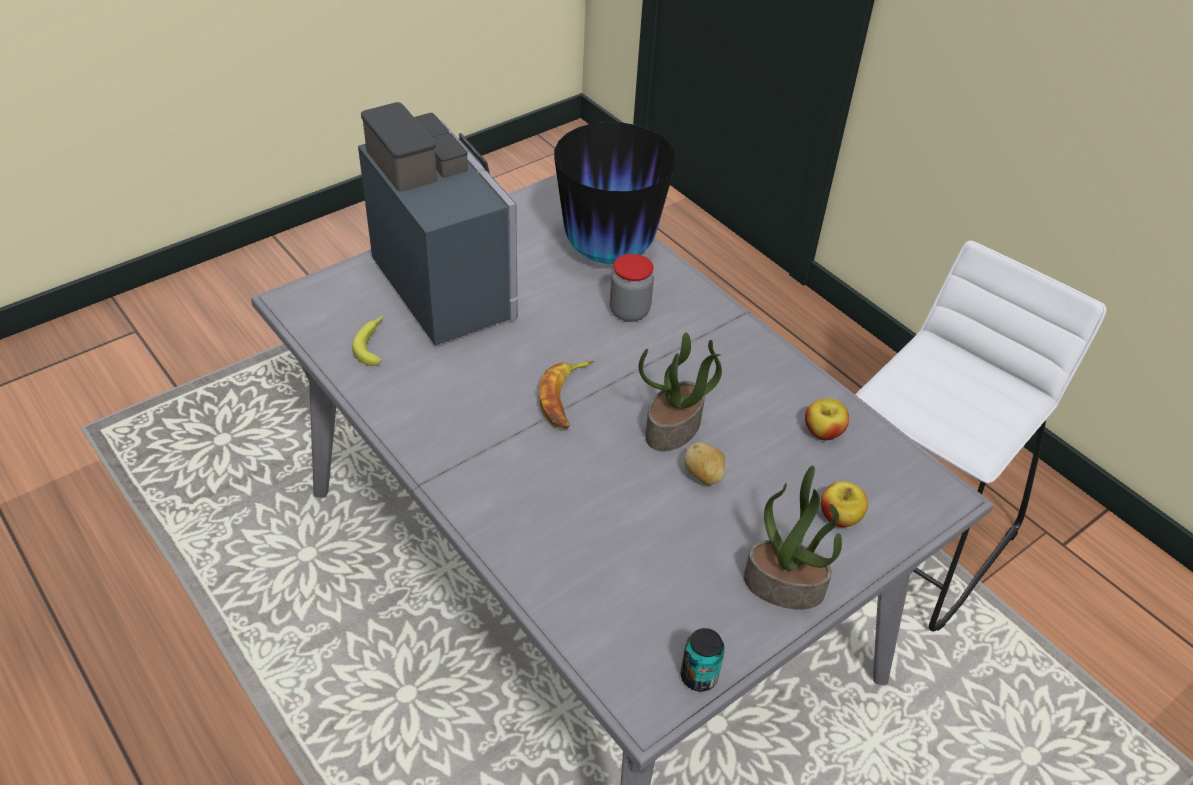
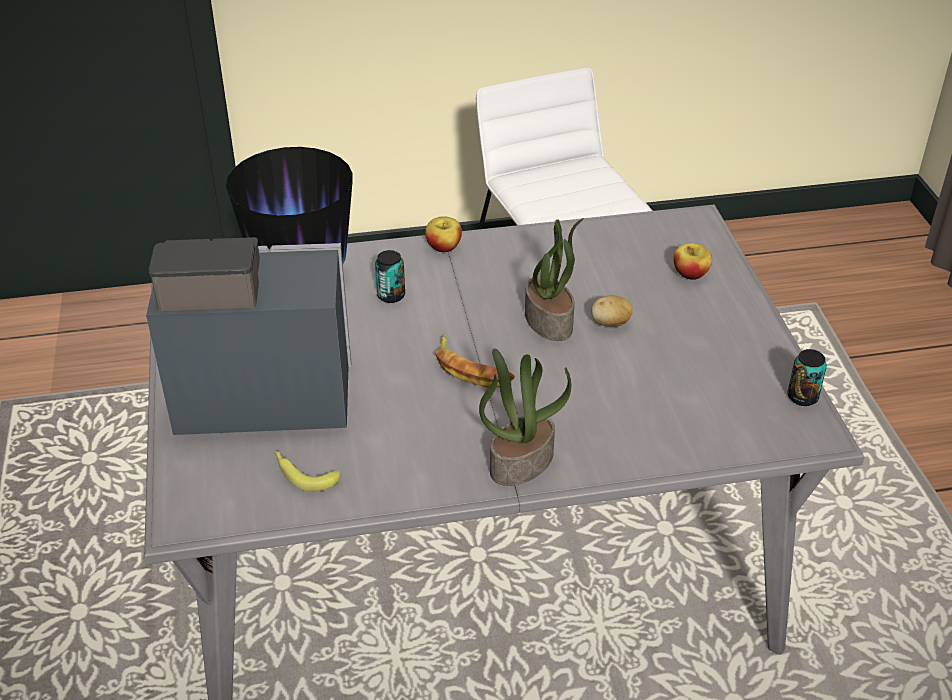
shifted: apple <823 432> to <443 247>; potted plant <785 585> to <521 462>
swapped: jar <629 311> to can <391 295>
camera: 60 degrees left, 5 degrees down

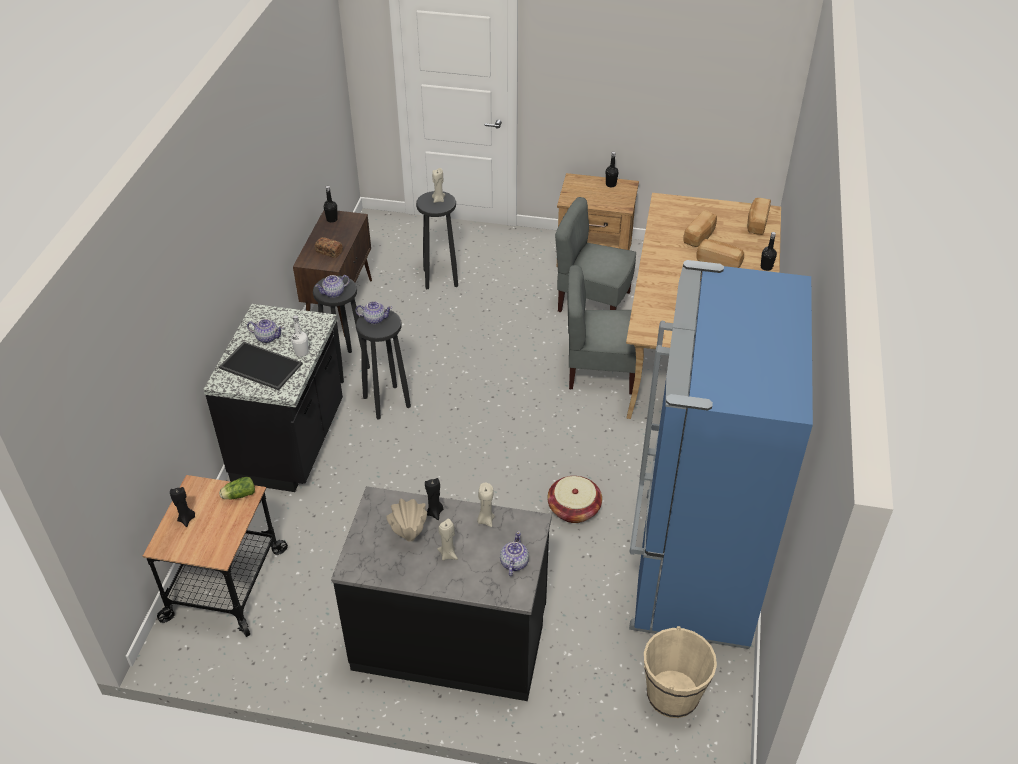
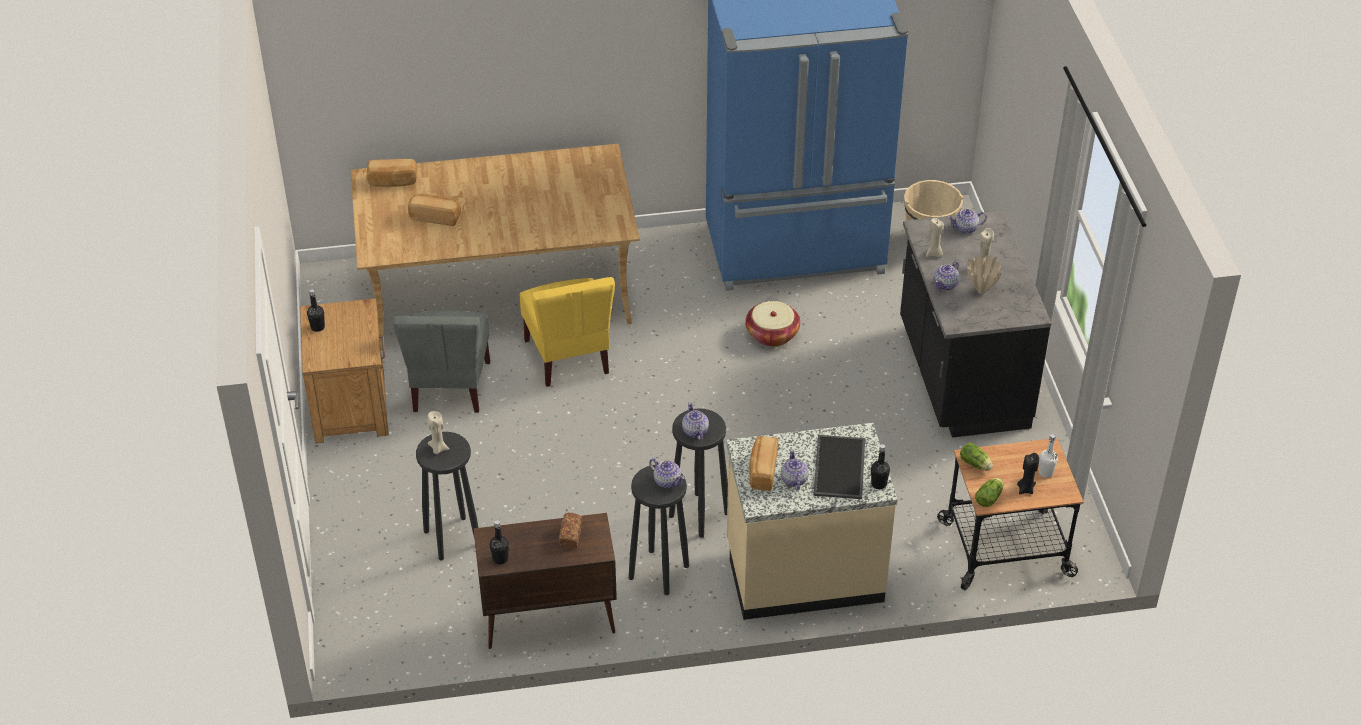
new: lettuce <989 497>
shifted: black bottle <766 267> to <879 484>; bread <719 262> to <762 471>; white bottle <301 352> to <1046 472>
swapped: black candle <435 512> to teapot <946 284>
repainted: grey chair <600 371> to yellow chair <568 357>; black counter <291 444> to beige counter <804 572>
camera: 110 degrees left, 0 degrees up

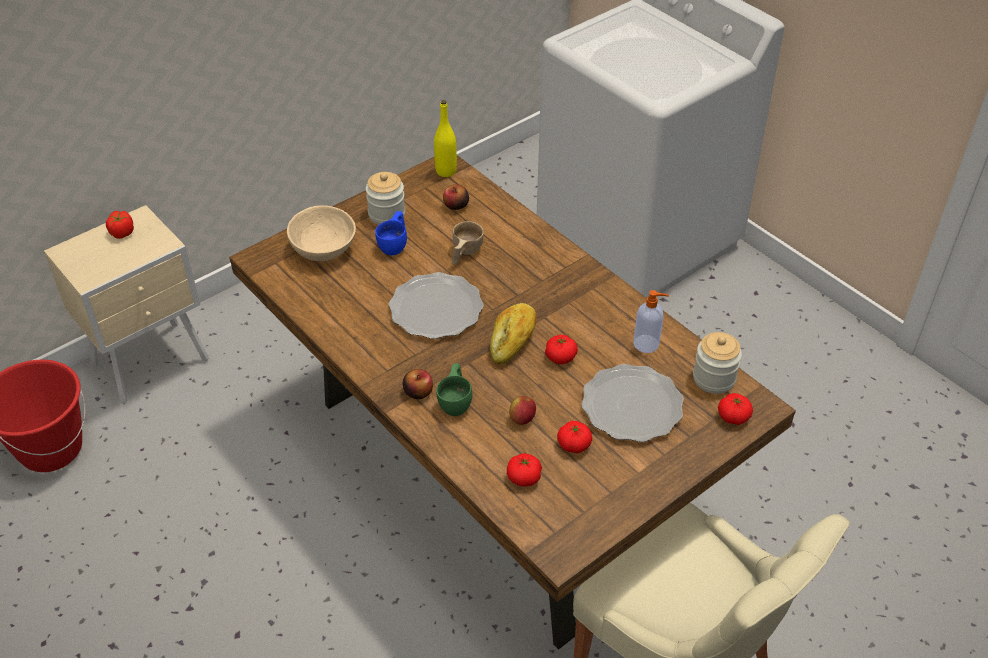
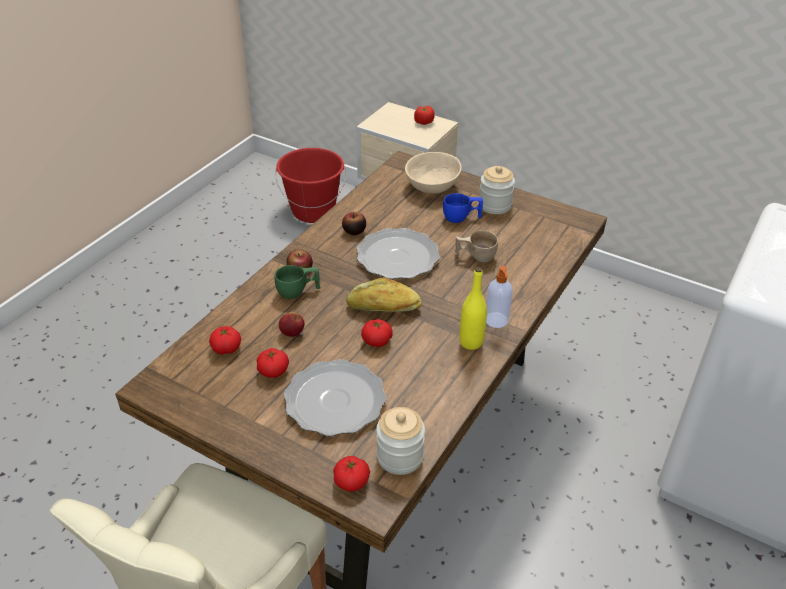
shifted: yellow bottle <446 171> to <471 342>; apple <456 205> to <354 231>; soap dispenser <647 344> to <496 321>
camera: 70 degrees right, 5 degrees down

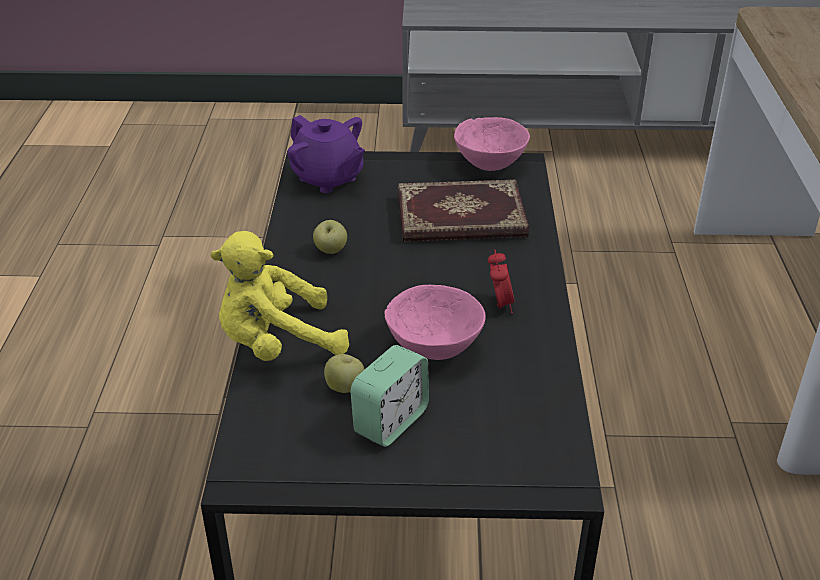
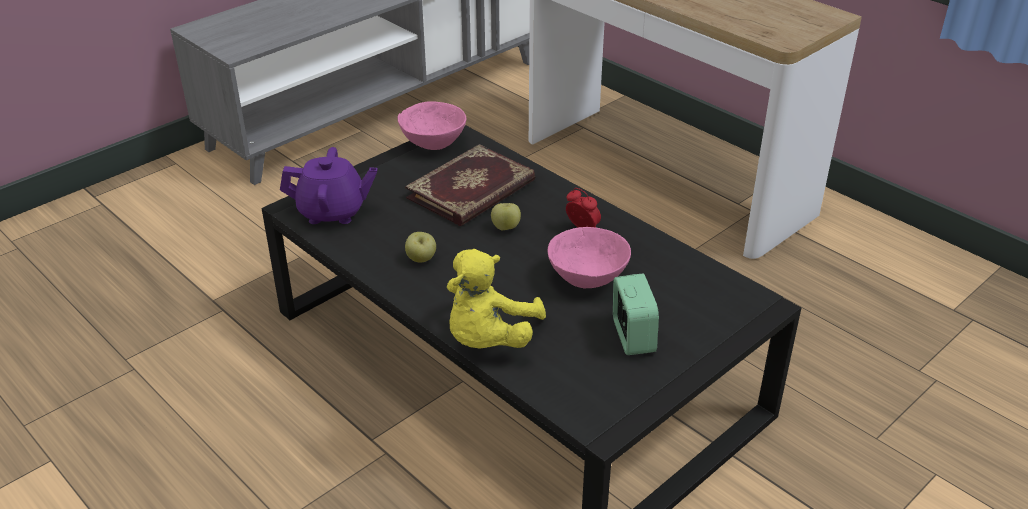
shifted: apple <345 388> to <505 228>
camera: 45 degrees left, 0 degrees up

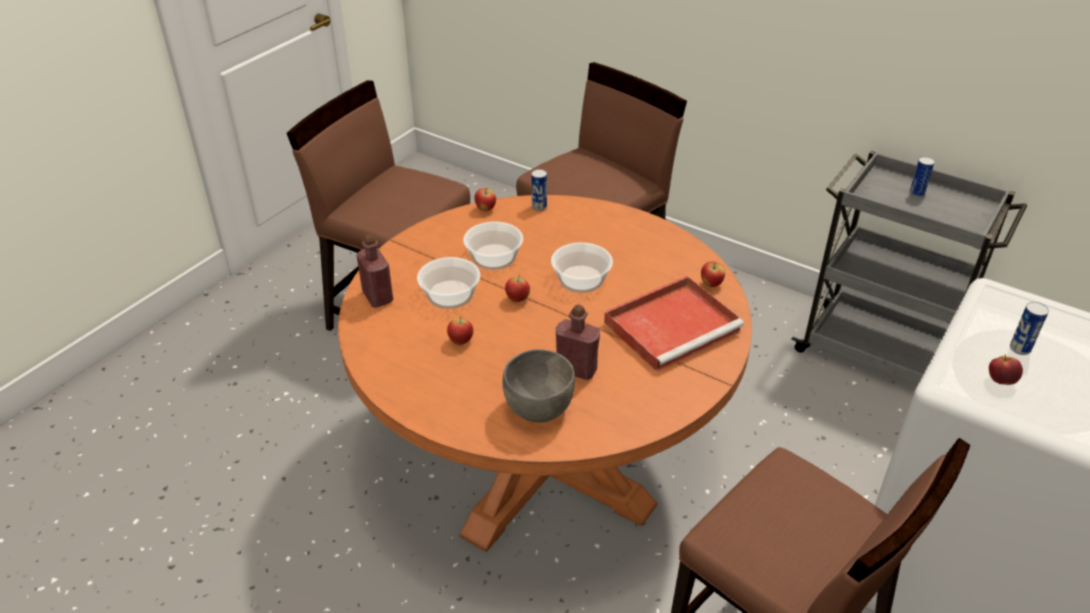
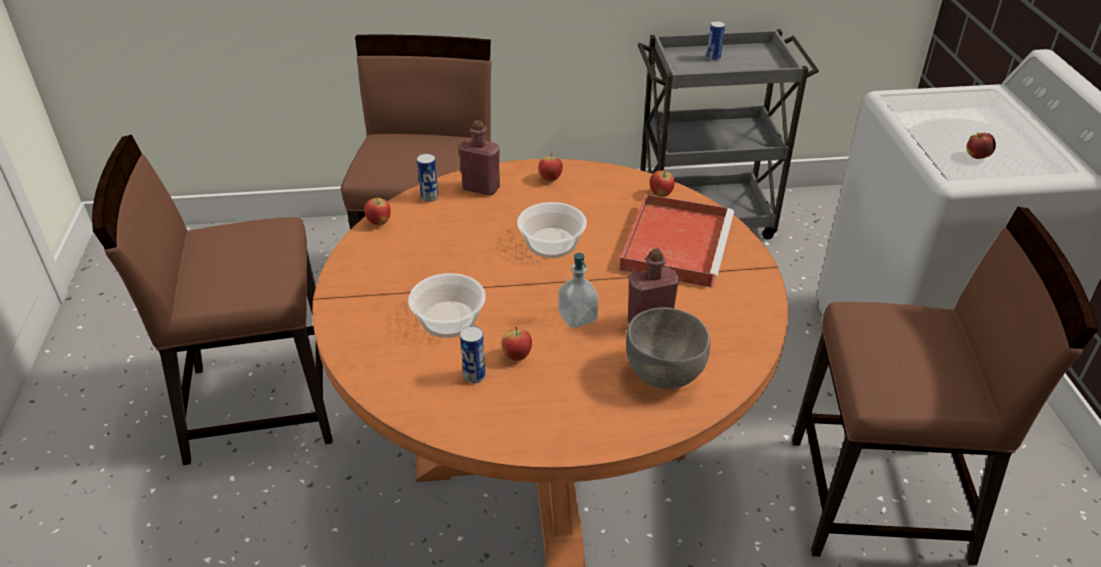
gone: bowl <493 257>
new: soap dispenser <577 317>
shifted: red bottle <377 297> to <481 188>; apple <517 299> to <550 179>; can <1020 349> to <474 376>
camera: 40 degrees left, 0 degrees up

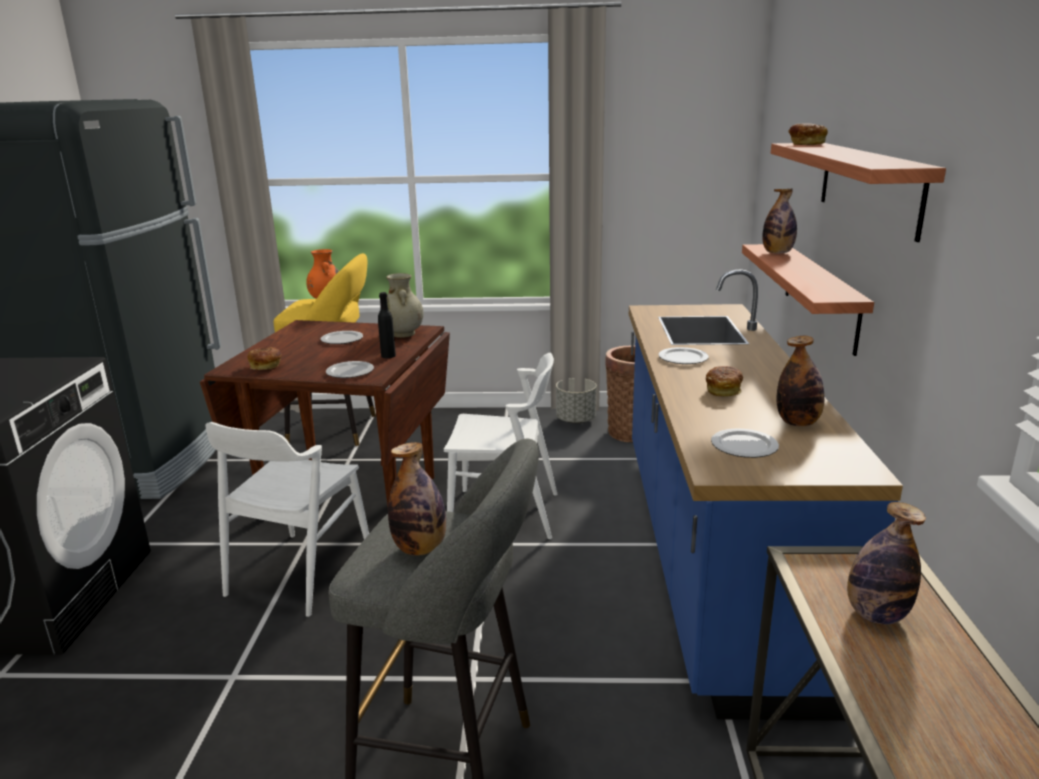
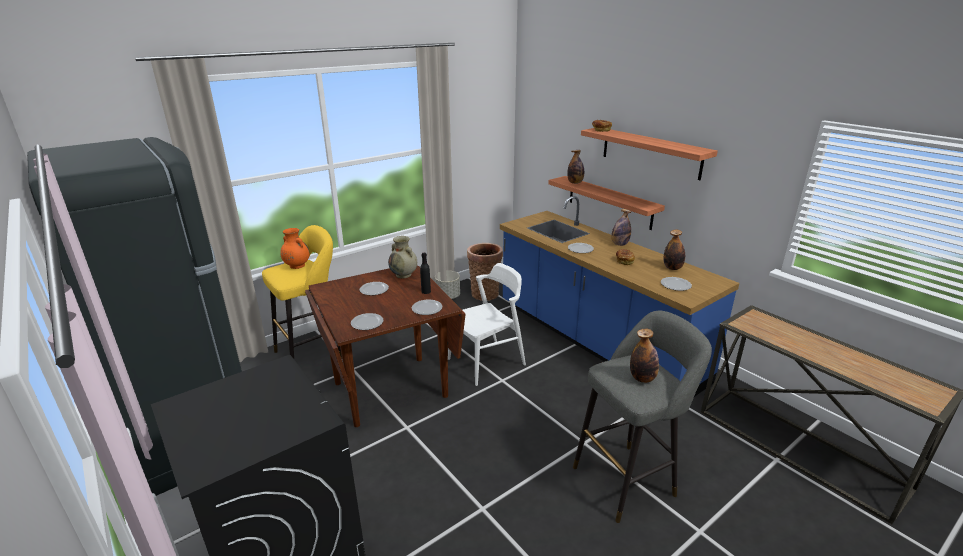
gone: white chair <299 572>
shifted: bottle <876 615> to <619 244>
swapped: bread <266 366> to plate <367 323>
camera: 40 degrees left, 5 degrees up

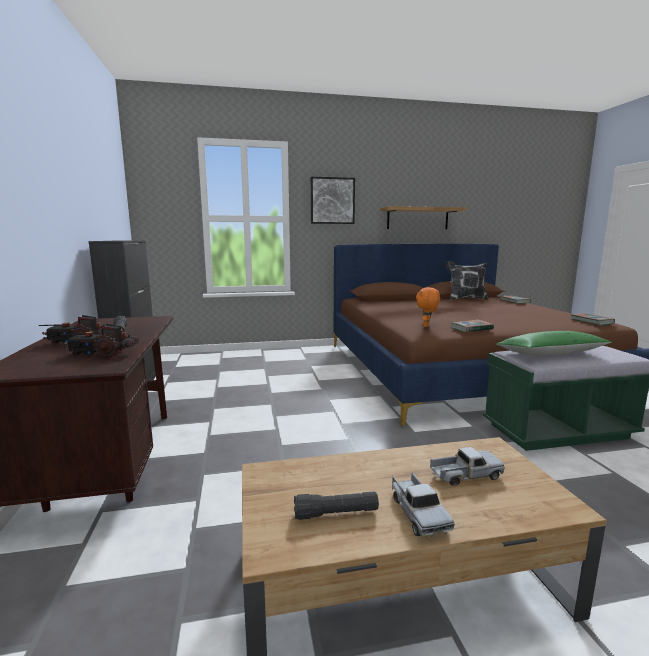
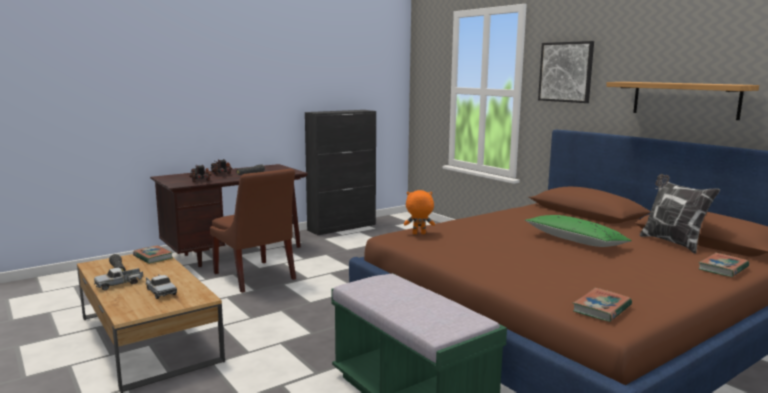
new: brown chair <255 277>
shifted: book <471 328> to <153 257>; green pillow <550 354> to <575 241>
camera: 65 degrees right, 0 degrees up

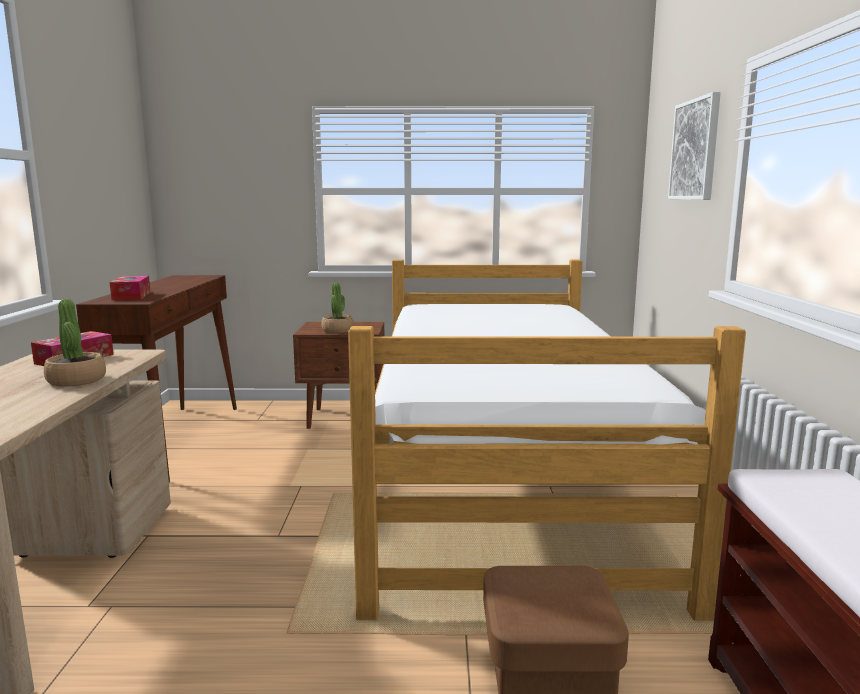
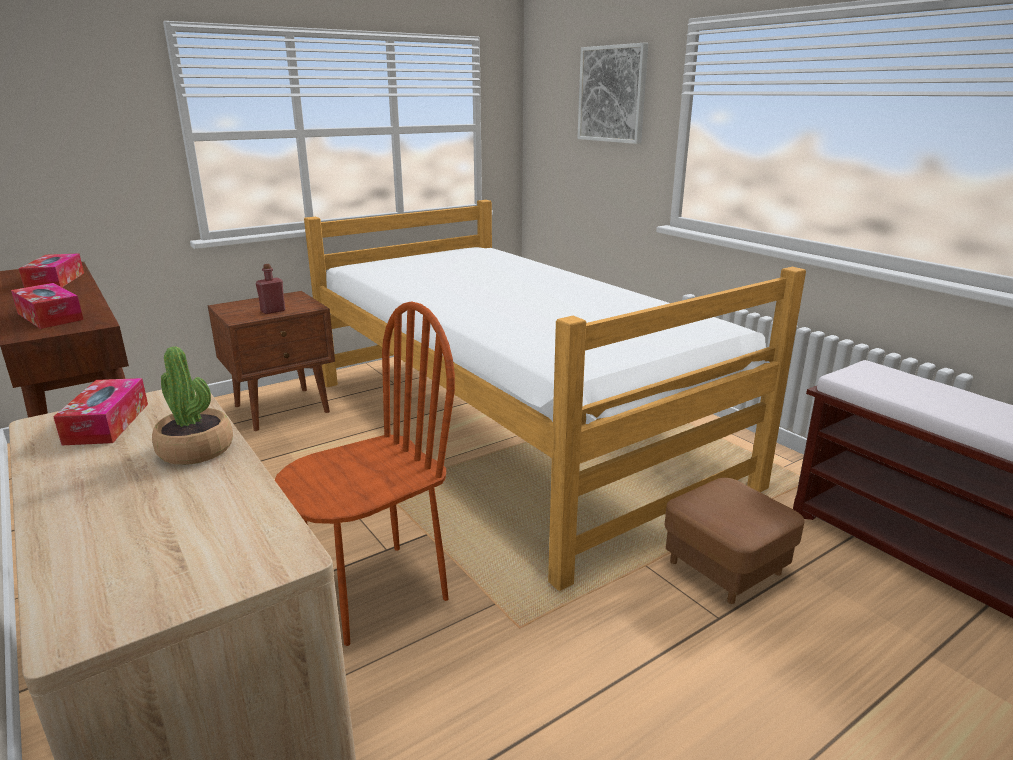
new: tissue box <55 281>; brown chair <375 592>
swapped: potted plant <337 330> to red bottle <273 311>
camera: 35 degrees left, 10 degrees up

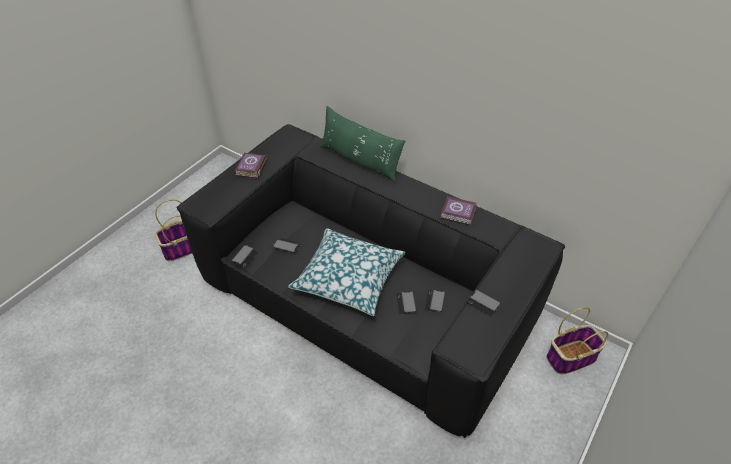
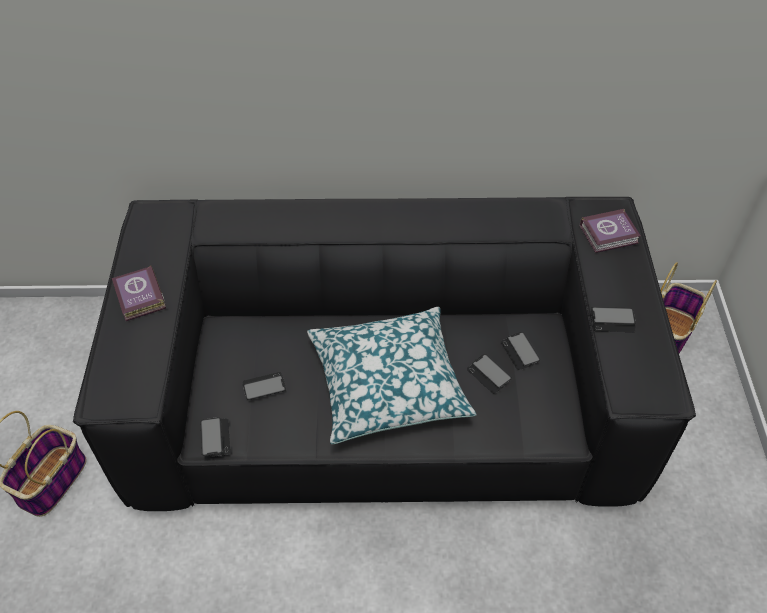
gone: green pillow <359 160>
shifted: book <459 214> to <610 235>
camera: 35 degrees left, 5 degrees up

